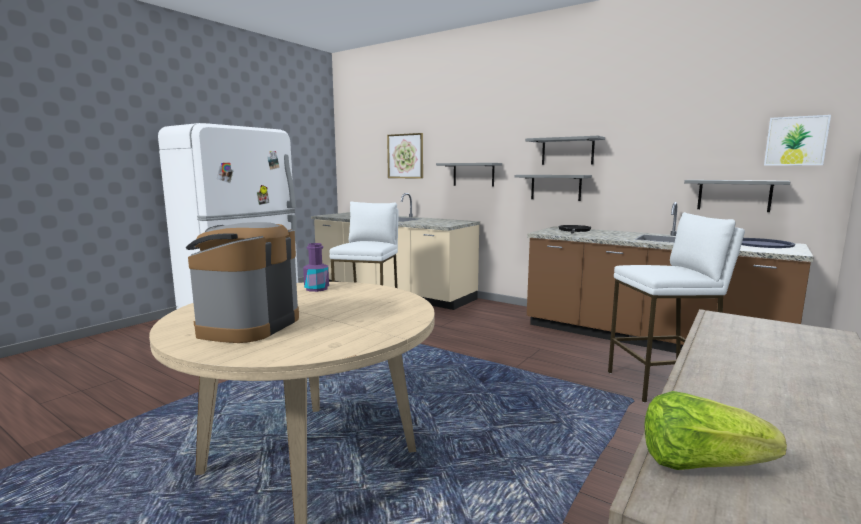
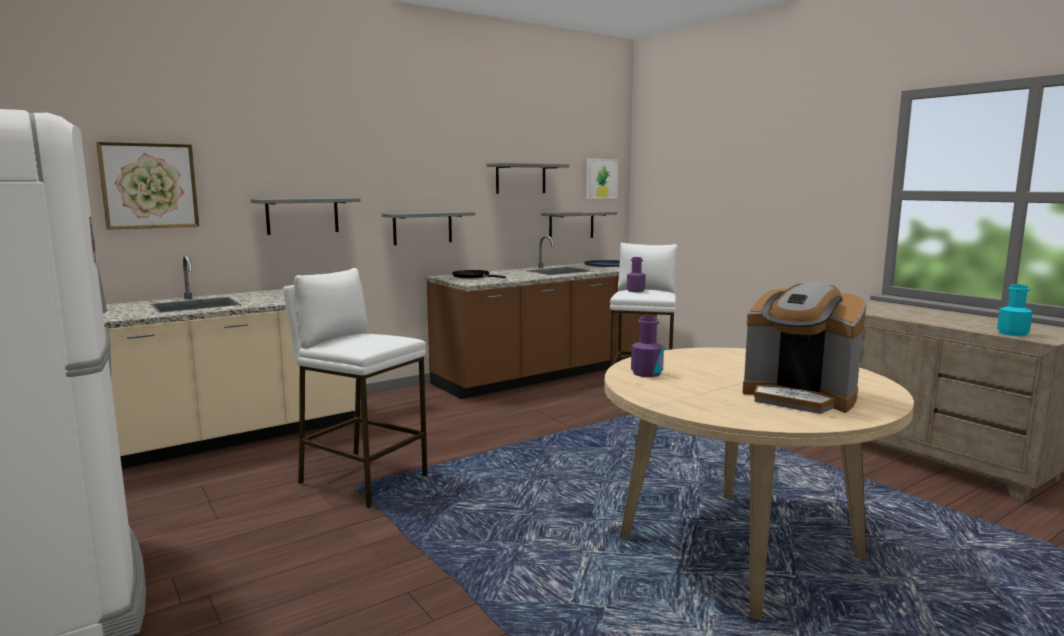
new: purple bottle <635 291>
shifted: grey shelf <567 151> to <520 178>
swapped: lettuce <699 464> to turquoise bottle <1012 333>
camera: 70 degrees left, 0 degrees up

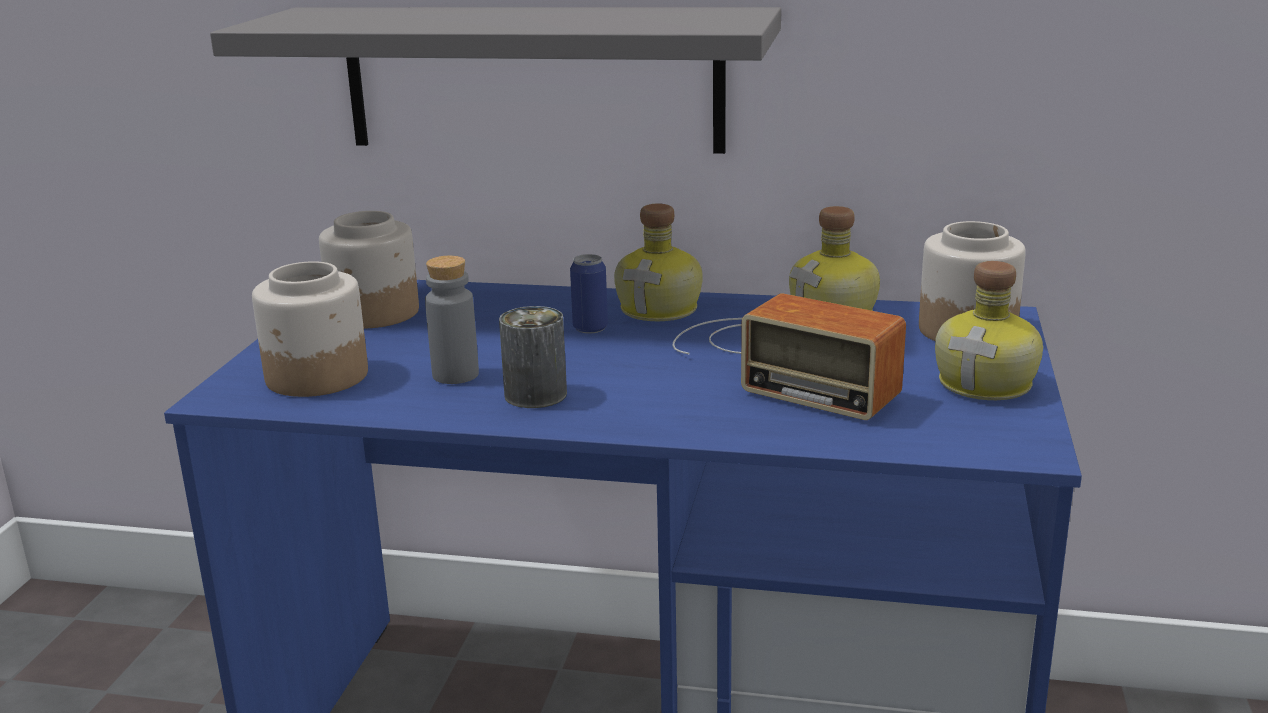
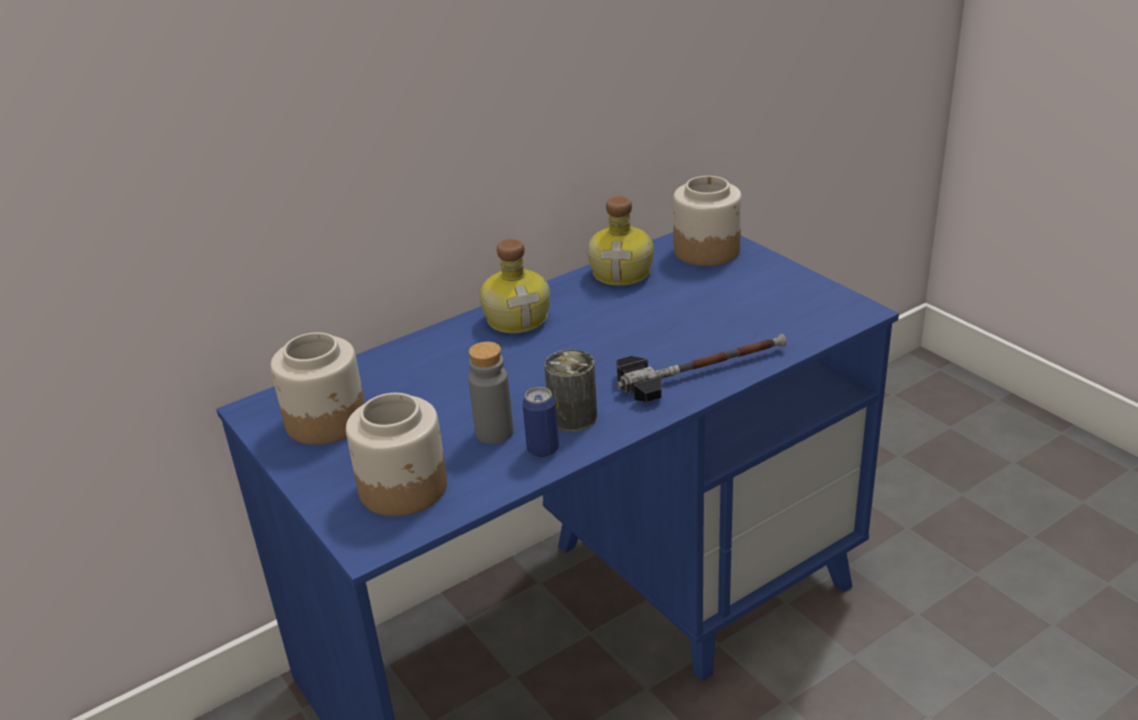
gone: grey shelf <532 79>; bottle <988 384>; radio <778 363>
new: hammer <702 370>
shifted: can <590 328> to <543 449>
camera: 45 degrees left, 10 degrees up

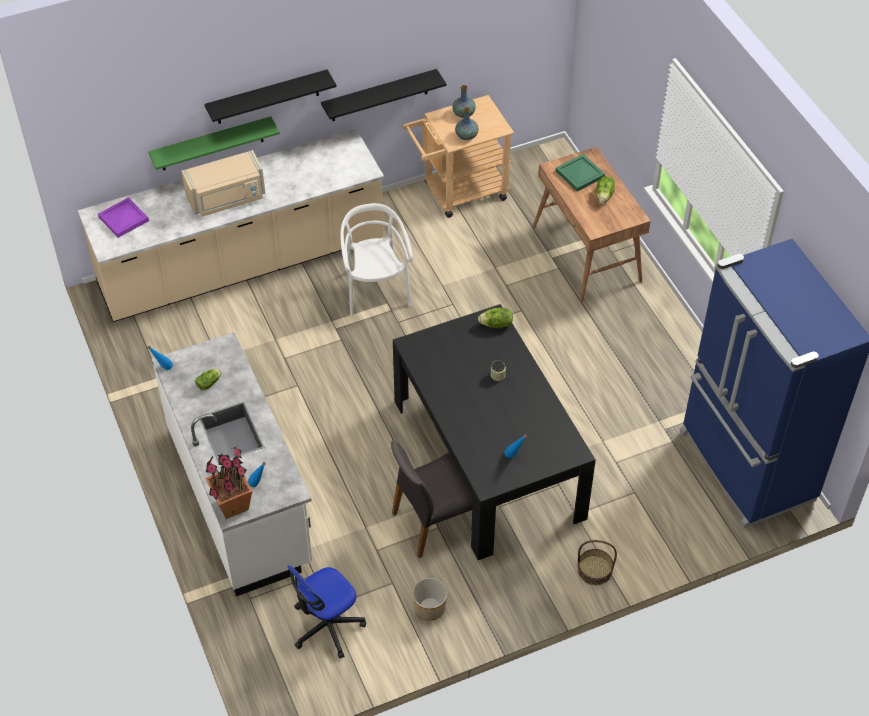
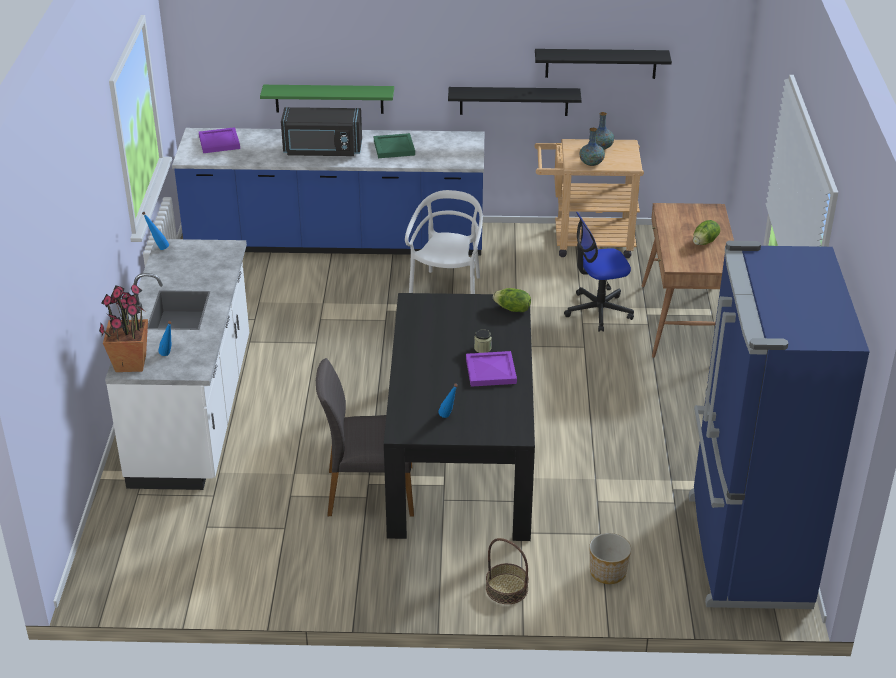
gone: lettuce <210 383>
new: purple tray <490 371>
shifted: black shelf <267 97> to <601 63>; green tray <580 173> to <394 147>; office chair <327 626> to <598 311>; planter <429 608> to <607 572>
repainted: beige counter <242 265> to blue counter <336 241>; beige microwave <227 199> to black microwave <322 150>
camera: 25 degrees right, 15 degrees down

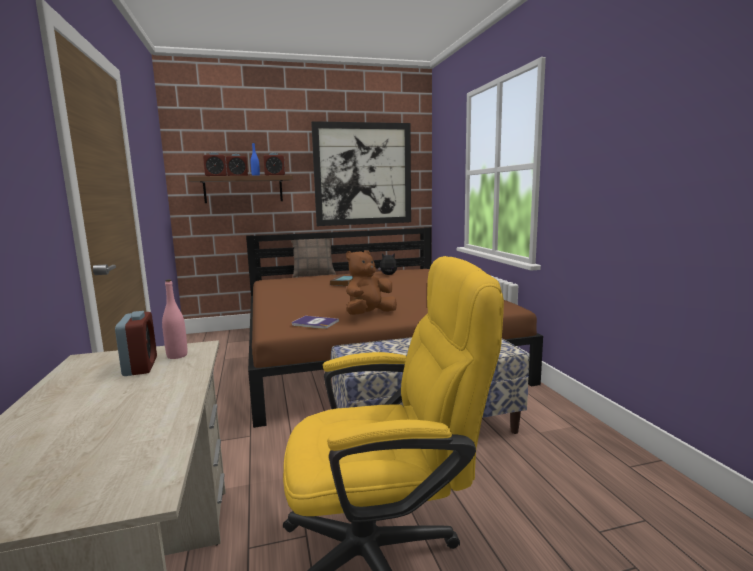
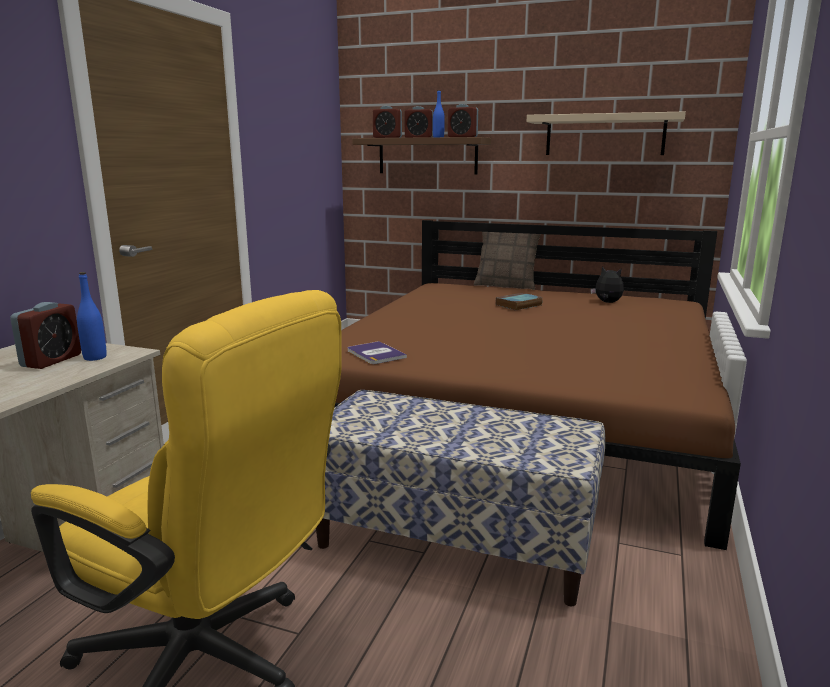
gone: brown plush toy <369 315>
swapped: picture <363 174> to beige shelf <604 135>
repainted: pink bottle <177 356> to blue bottle <95 357>
camera: 35 degrees right, 5 degrees up

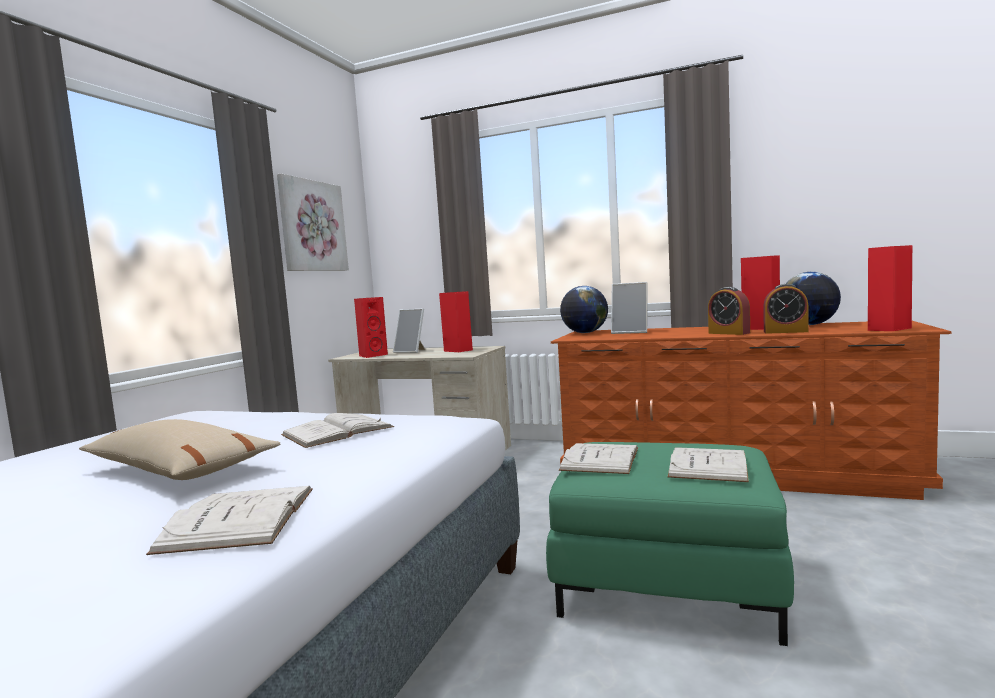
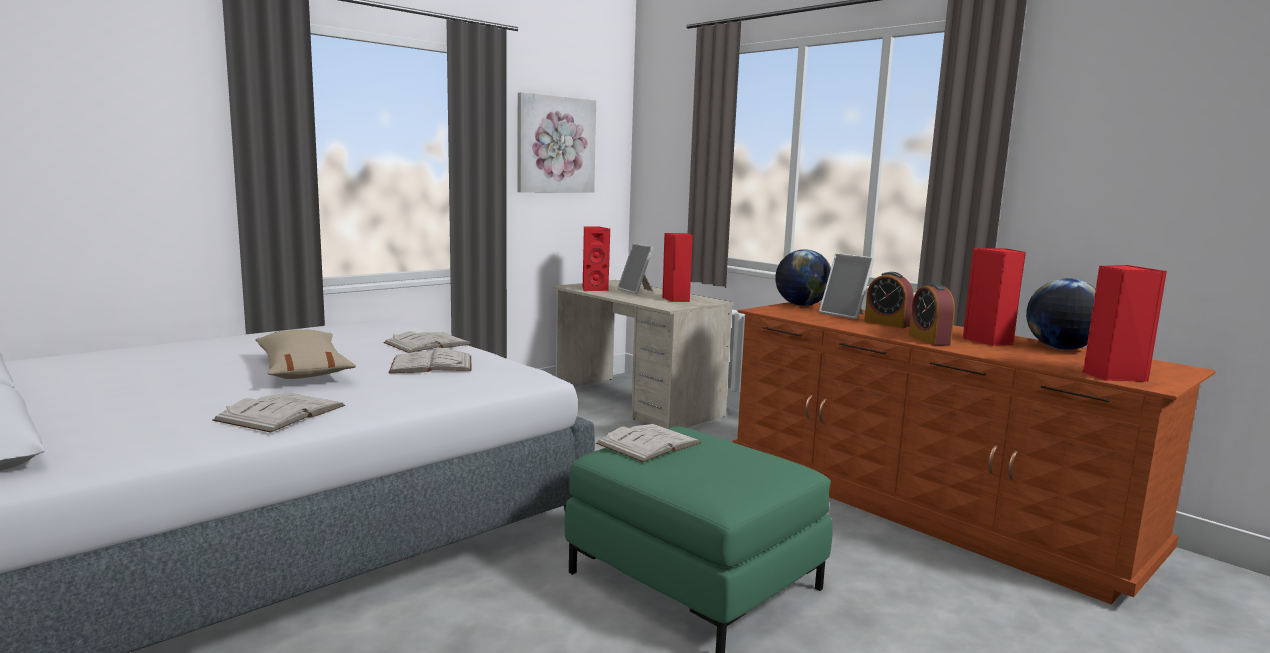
shifted: alarm clock <785 332> to <887 323>; white book <708 465> to <427 343>
camera: 25 degrees right, 5 degrees up

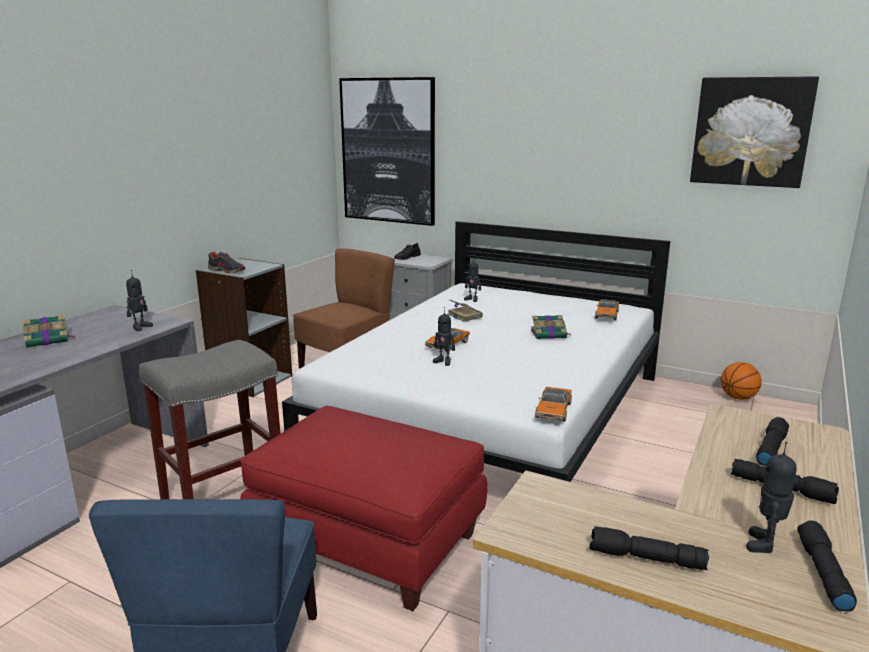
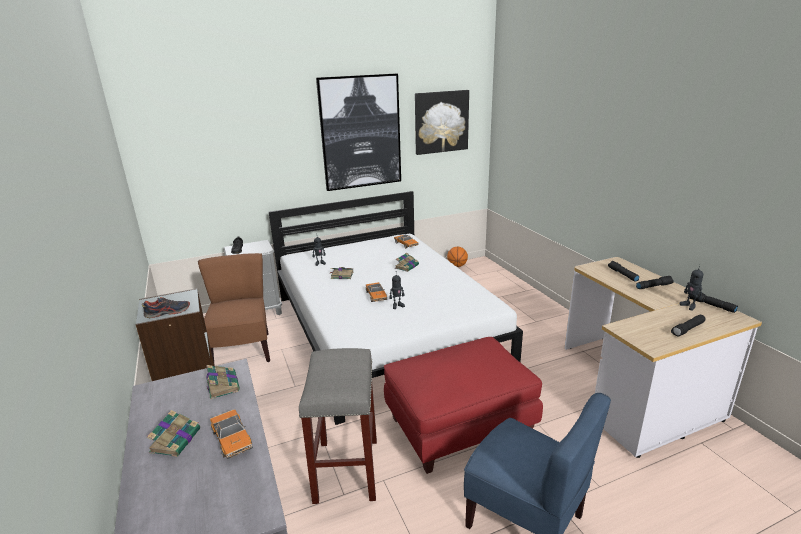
shifted: picture <388 151> to <360 132>; toy car <553 411> to <232 439>
swapped: toy robot <140 327> to book <223 385>
camera: 50 degrees left, 5 degrees up

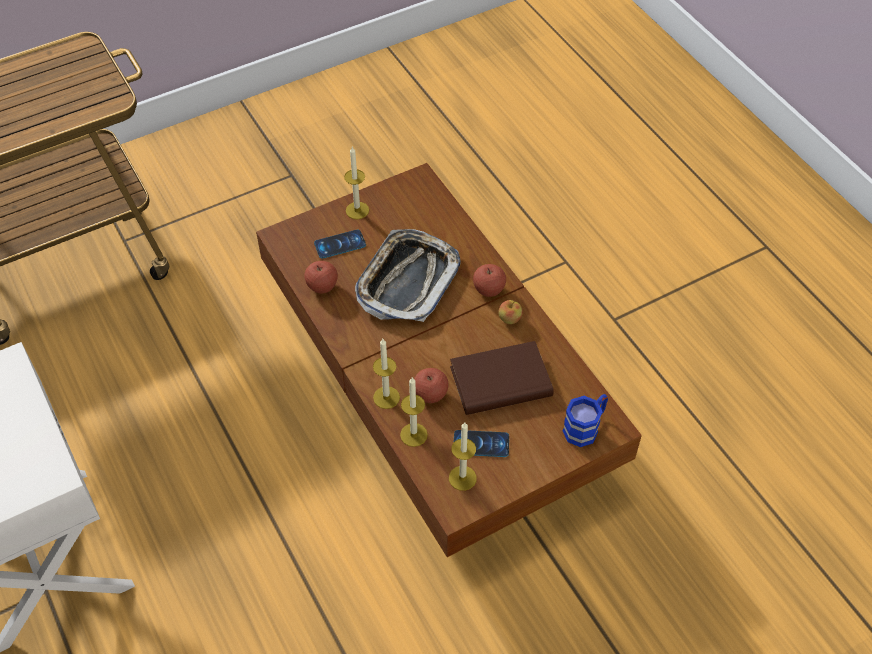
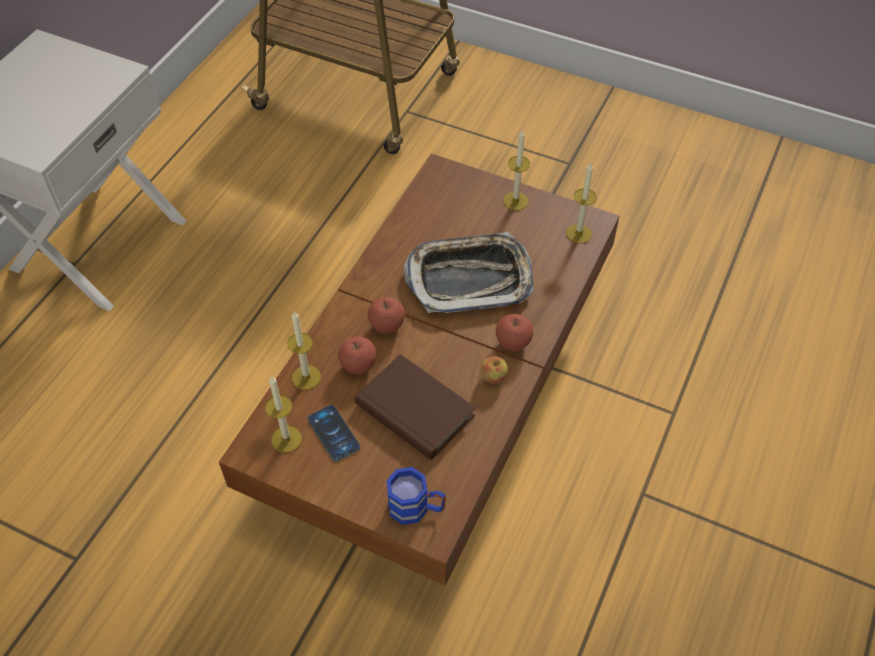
gone: phone <340 244>
shifted: apple <322 287> to <387 326>; candle <386 397> to <578 233>
camera: 55 degrees right, 0 degrees up

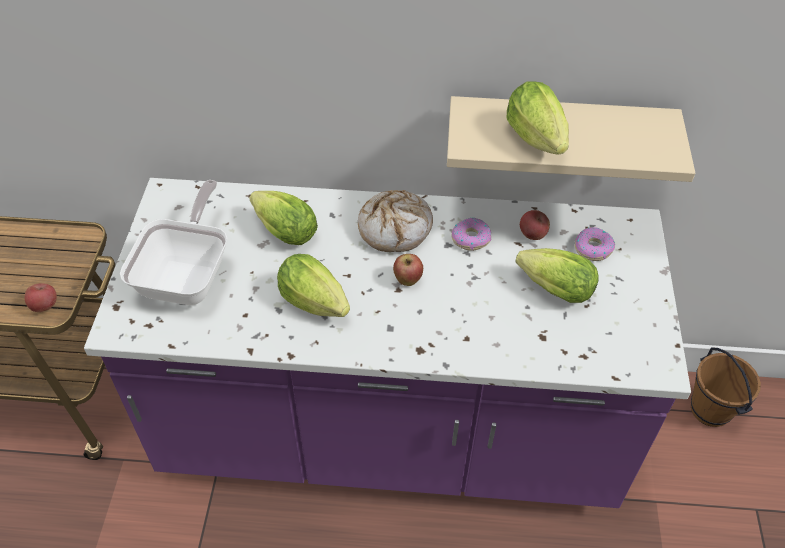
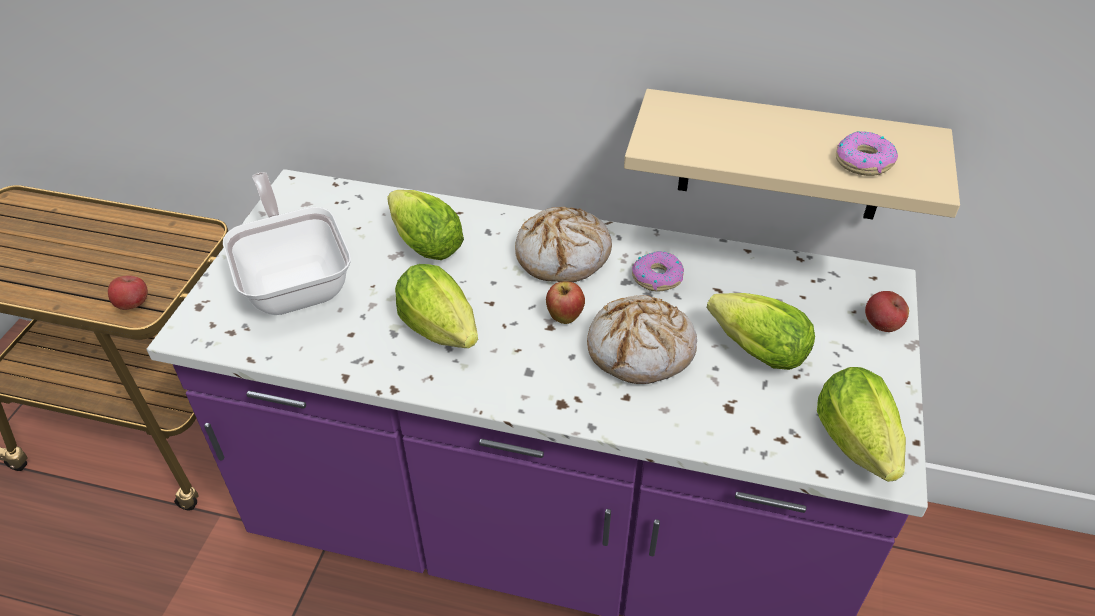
gone: brown bucket <711 410>
new: bread <641 349>
shifted: lettuce <538 142> to <858 448>; apple <532 235> to <881 325>; donut <593 248> to <863 161>
rotated: frying pan <188 275> = <295 281> 45 degrees counterclockwise
camera: 10 degrees right, 5 degrees down

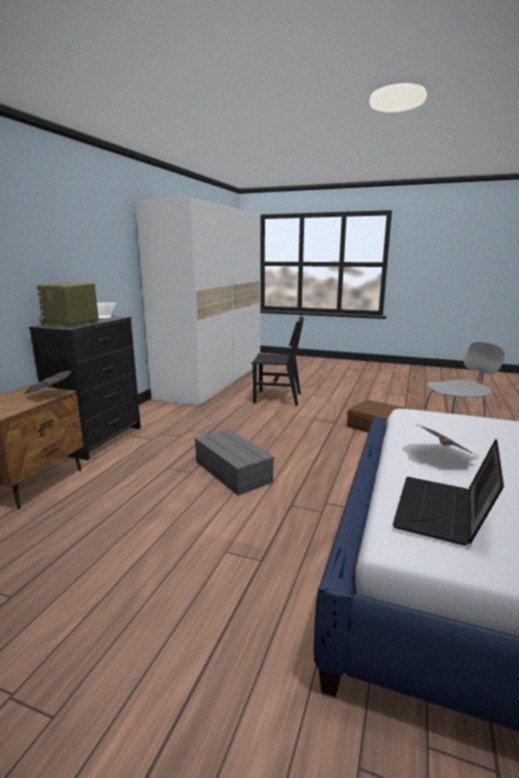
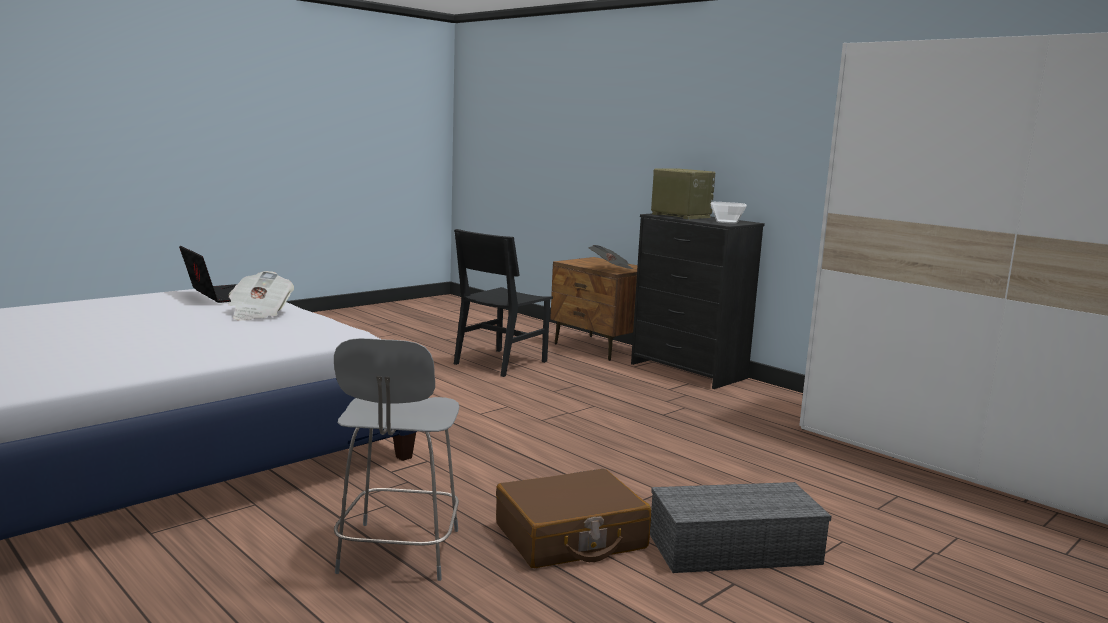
shifted: black chair <277 398> to <500 362>; grey storage box <231 471> to <735 548>
camera: 115 degrees right, 5 degrees down

